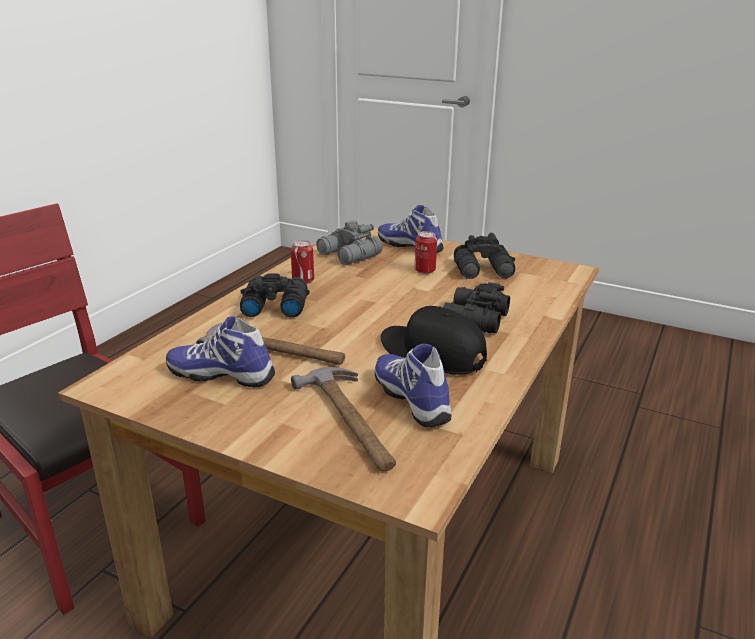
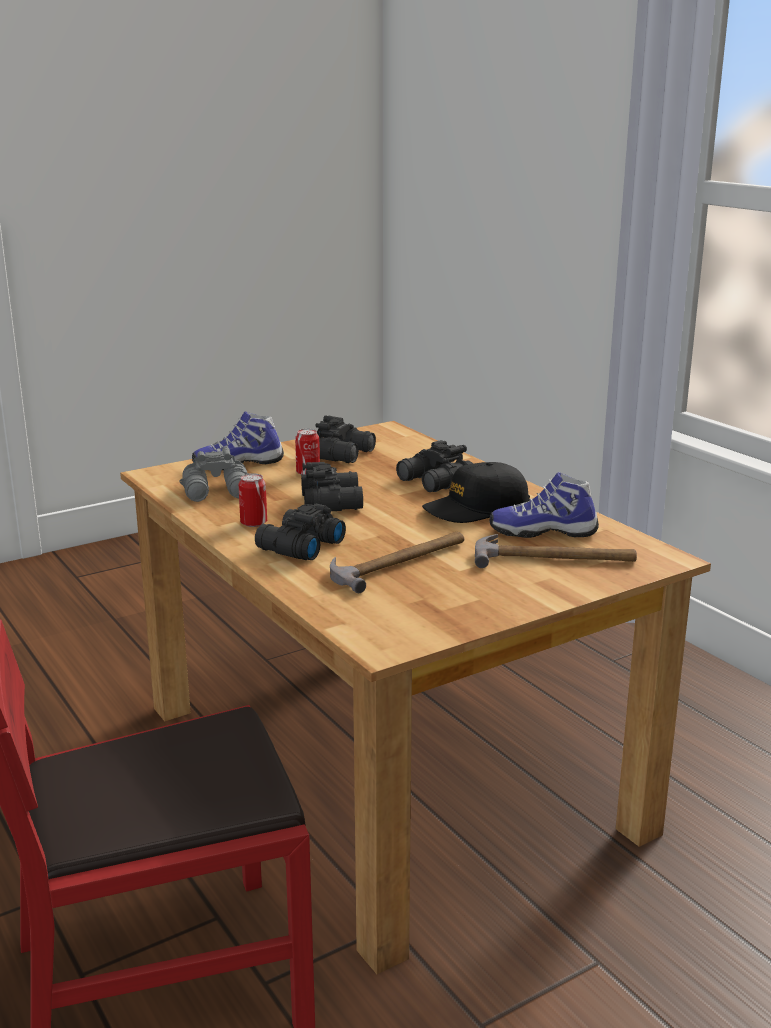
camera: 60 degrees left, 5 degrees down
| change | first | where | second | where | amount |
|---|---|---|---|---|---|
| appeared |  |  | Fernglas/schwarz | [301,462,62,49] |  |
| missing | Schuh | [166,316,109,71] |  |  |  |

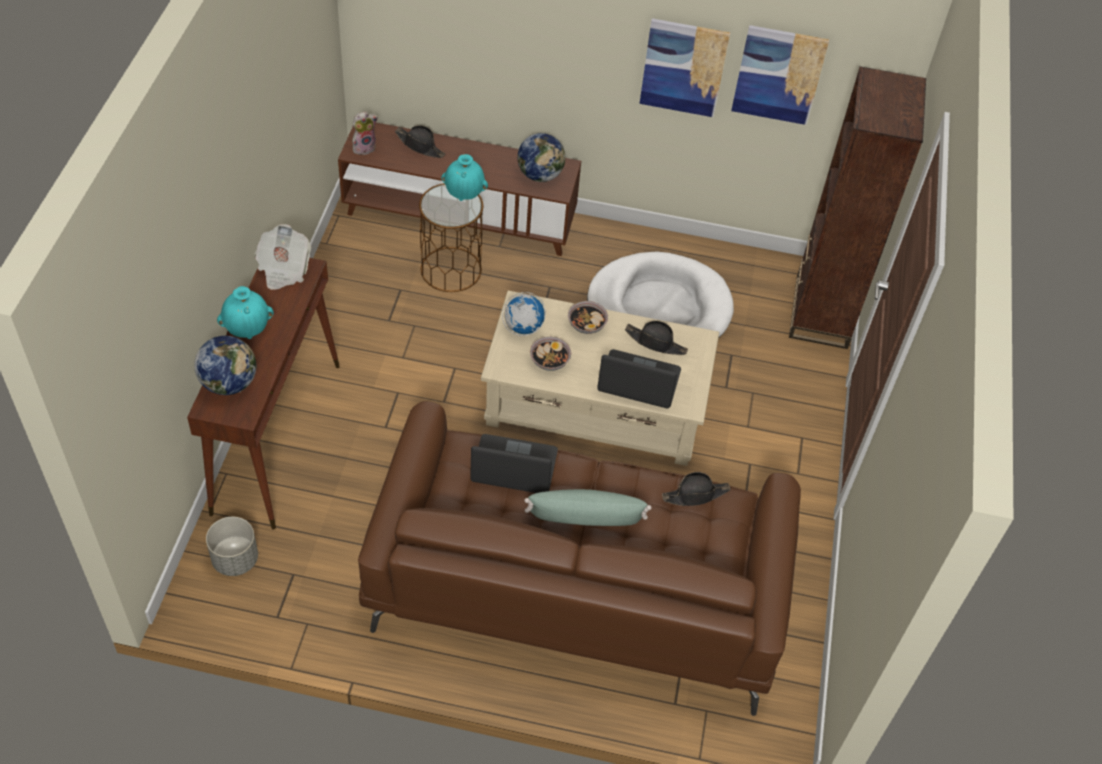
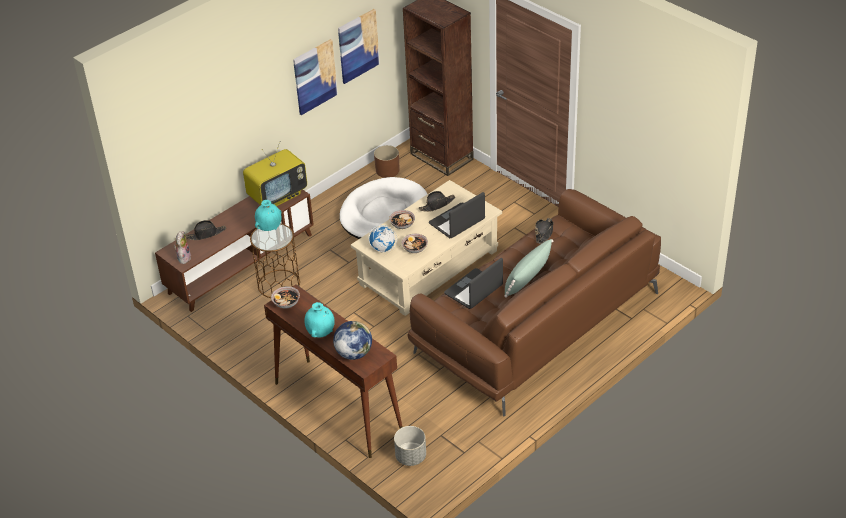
camera: 50 degrees left, 10 degrees down
| change | first | where | second | where | amount |
|---|---|---|---|---|---|
| exchanged | Globus | [517,133,49,49] | Fernseher | [243,141,64,65] |  |
| exchanged | Zeitung | [254,224,57,66] | Schüssel | [271,286,29,23] |  |
| appeared |  |  | Pflanzkübel/braun | [374,145,25,33] |  |

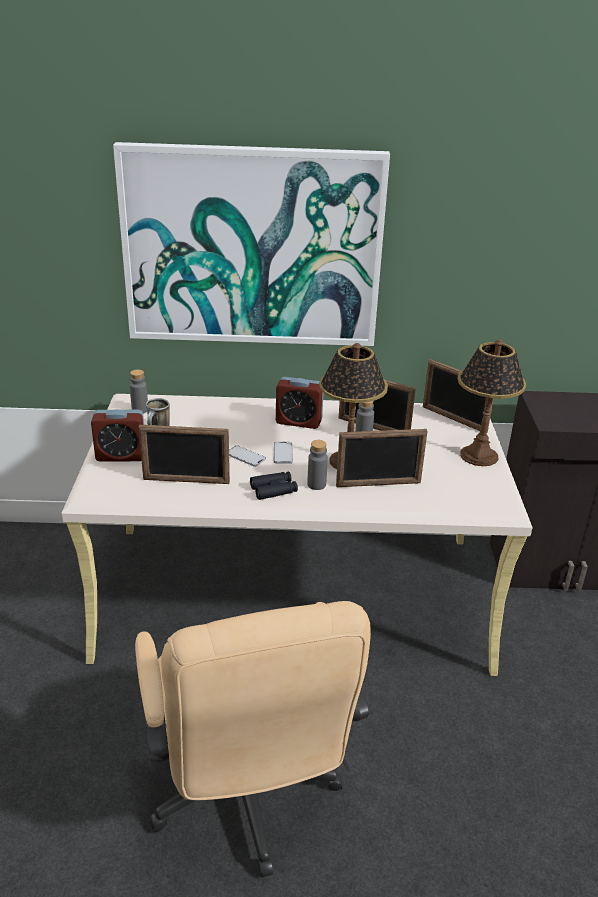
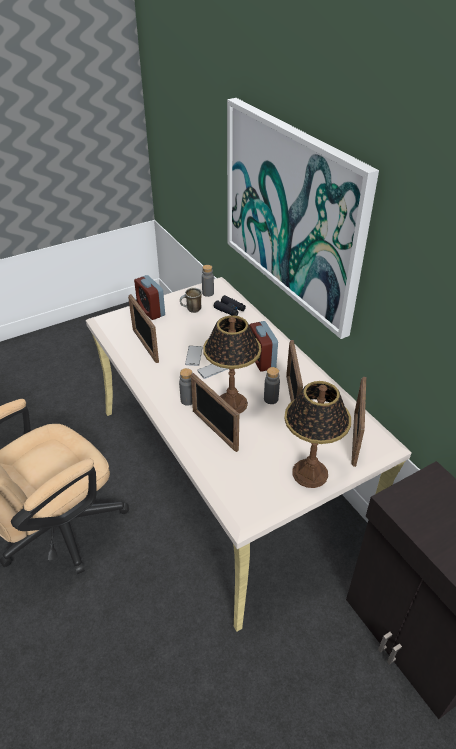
camera: 60 degrees right, 10 degrees up
| change | first | where | second | where | amount |
|---|---|---|---|---|---|
| relocated | Fernglas/schwarz | [250,472,48,28] |  | [214,295,32,21] |  |

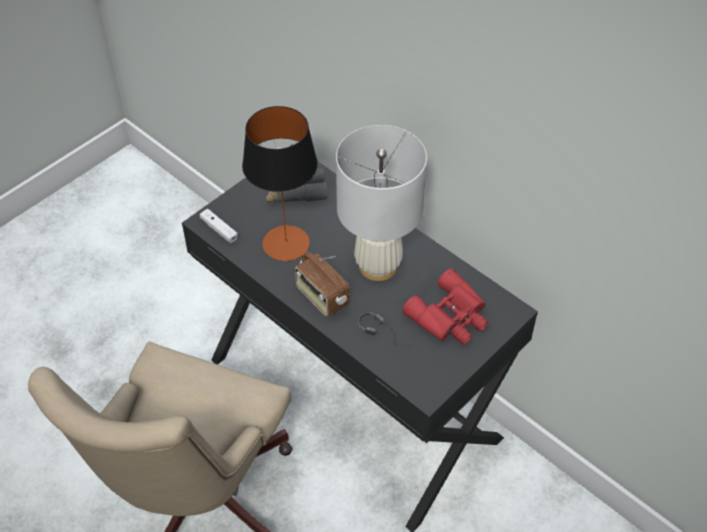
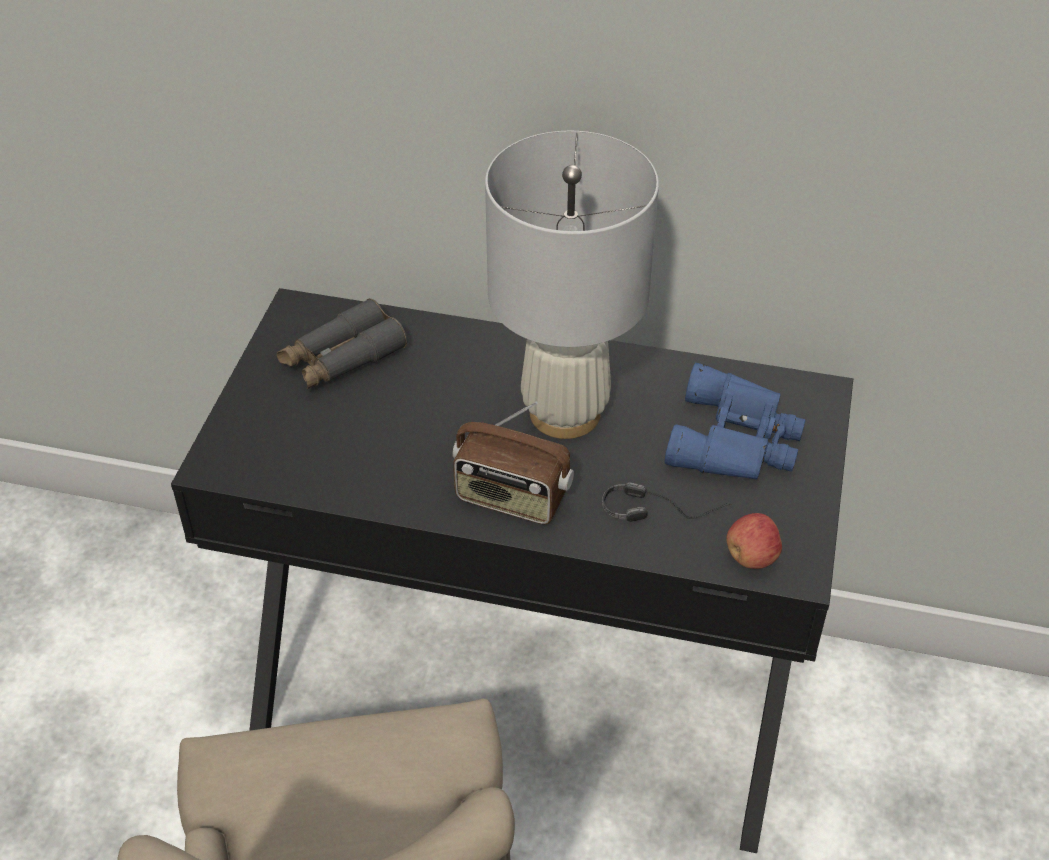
camera: 30 degrees left, 5 degrees down
| change | first | where | second | where | amount |
|---|---|---|---|---|---|
| colour | Fernglas/rot | [402,268,86,77] | Fernglas/blau | [665,363,140,117] |  |
| appeared |  |  | Apfel | [726,513,56,56] |  |
| missing | Gamepad/weiß | [200,209,38,34] |  |  |  |
| missing | Tischlampe | [242,106,76,155] |  |  |  |

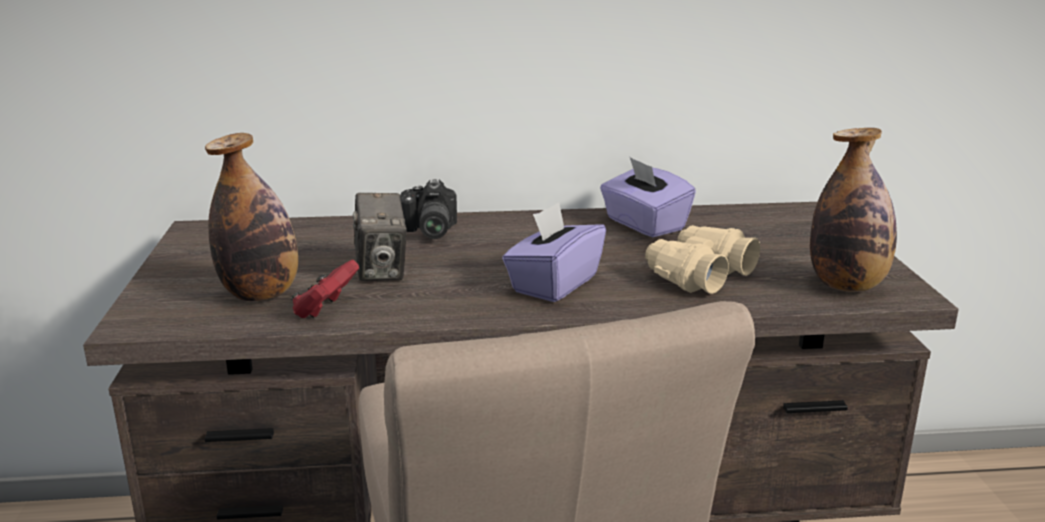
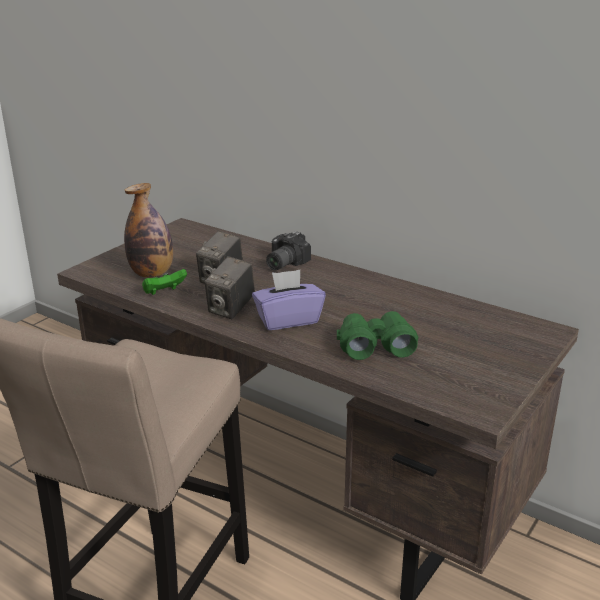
camera: 40 degrees right, 5 degrees up
| change | first | where | second | where | amount |
|---|---|---|---|---|---|
| colour | Gamepad/rot | [291,260,68,58] | Gamepad/grün | [142,269,45,26] |  |
| appeared |  |  | Kamera | [205,256,50,63] |  |
| colour | Fernglas/beige | [645,225,115,69] | Fernglas/grün | [337,311,81,49] |  |
| missing | Taschentuchbox/lila | [600,157,96,80] |  |  |  |
| missing | Flasche | [810,128,87,164] |  |  |  |

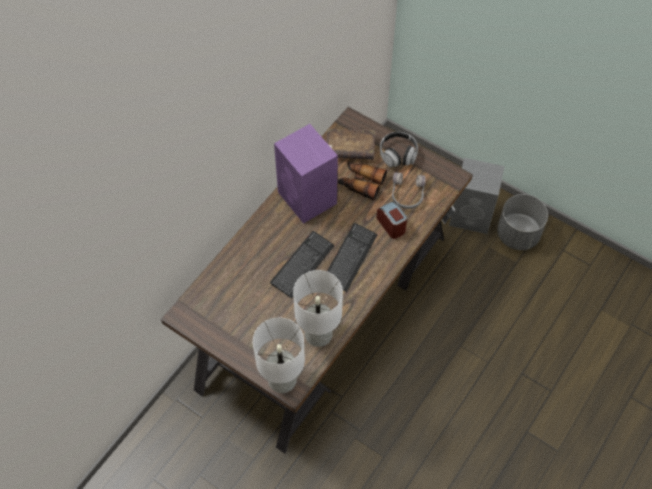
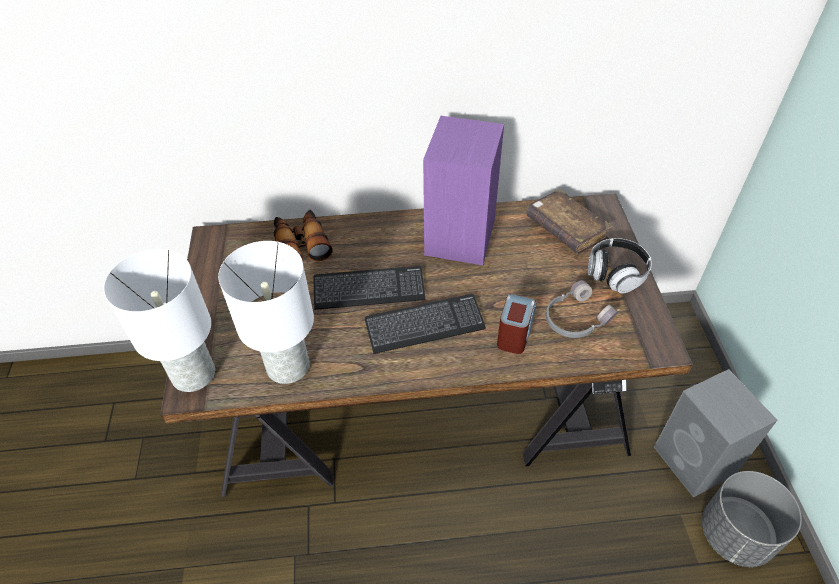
camera: 50 degrees right, 10 degrees down
| change | first | where | second | where | amount |
|---|---|---|---|---|---|
| relocated | Fernglas | [338,162,49,39] |  | [274,210,59,51] |  |

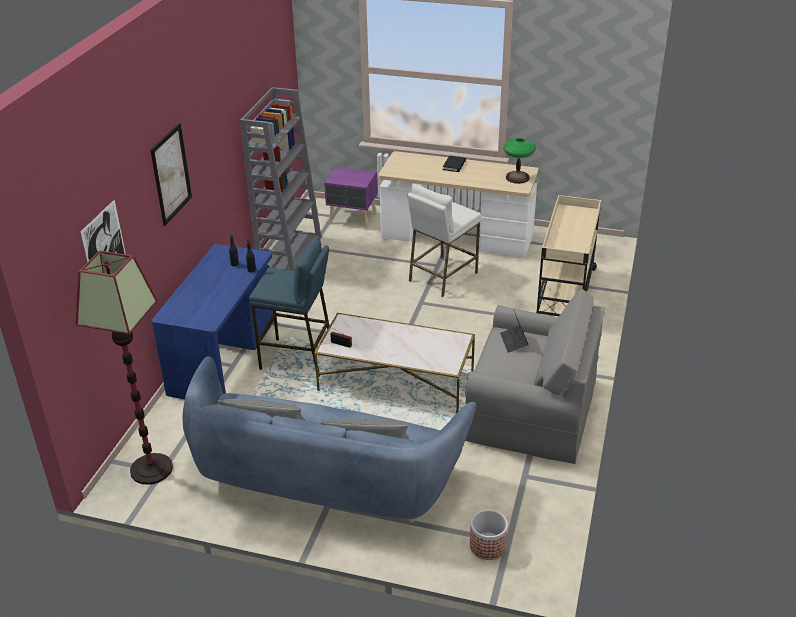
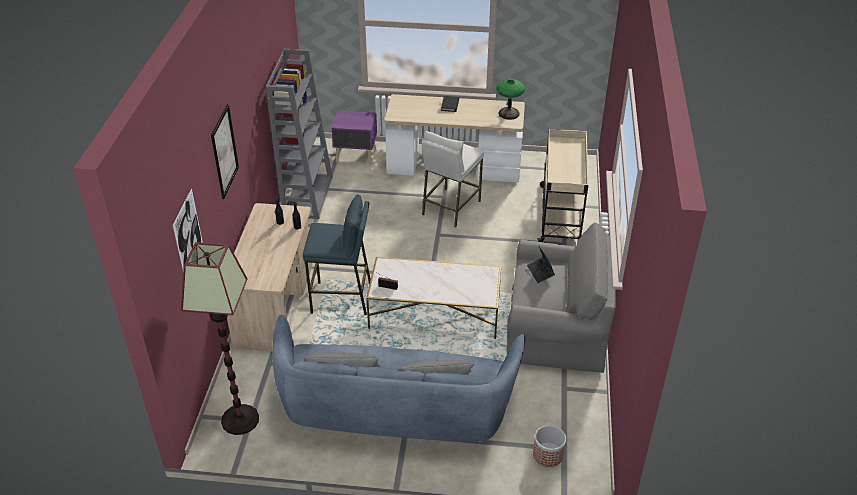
camera: 10 degrees left, 5 degrees up
| change | first | where | second | where | amount |
|---|---|---|---|---|---|
| colour | Schreibtisch/blau | [151,244,123,155] | Schreibtisch/beige | [227,203,86,149] |  |

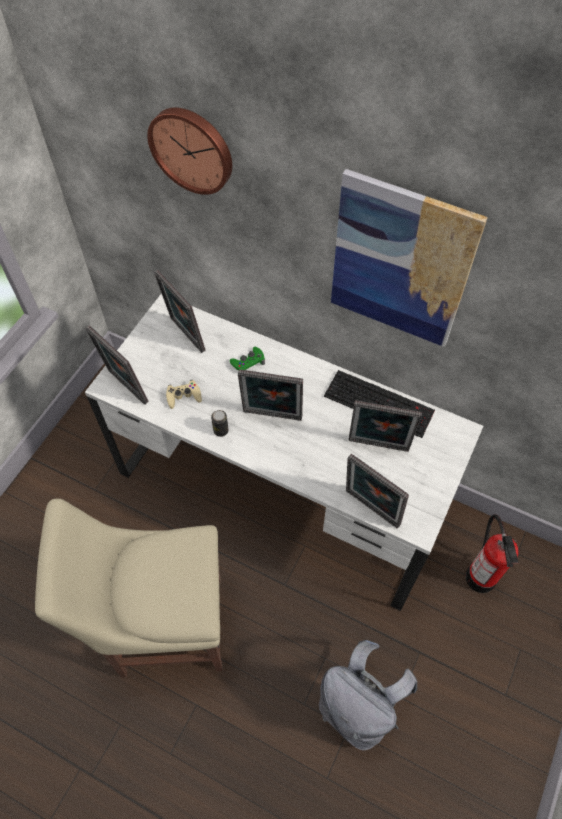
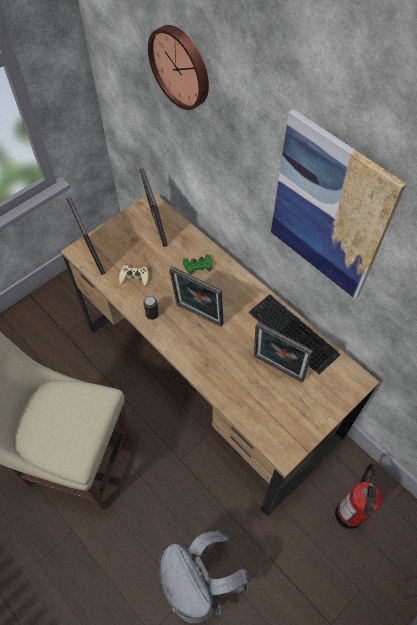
camera: 20 degrees right, 0 degrees up
| change | first | where | second | where | amount |
|---|---|---|---|---|---|
| colour | Schreibtisch/weiß | [85,294,398,317] | Schreibtisch/braun | [61,191,318,326] |  |
| missing | Bilderrahmen | [346,454,63,75] |  |  |  |

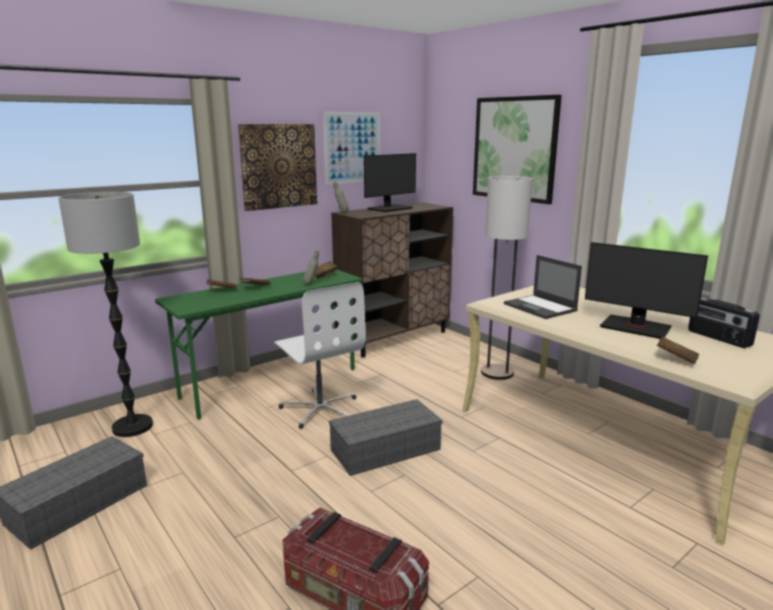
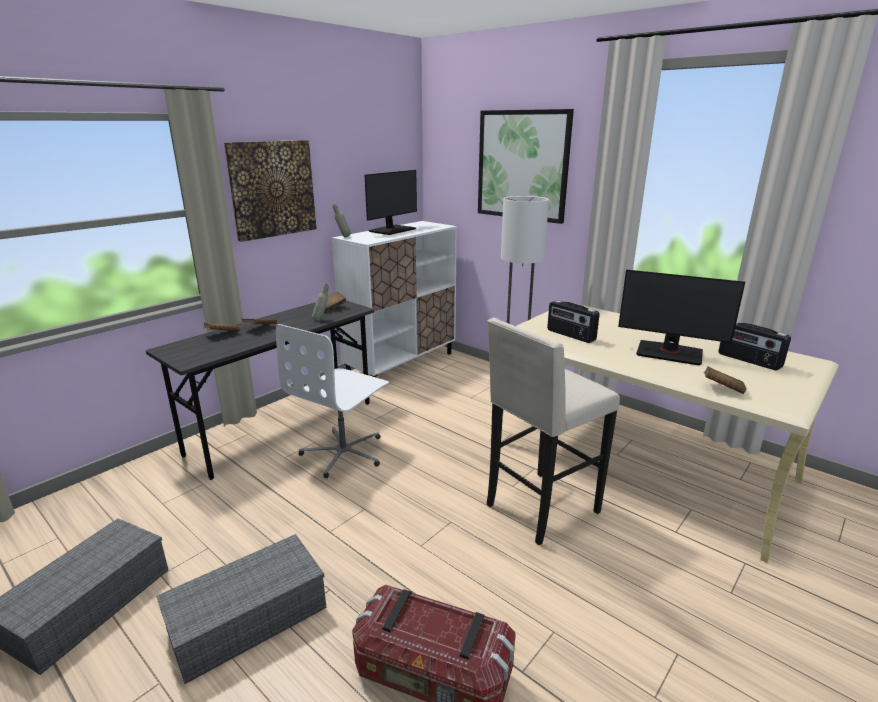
camera: 10 degrees left, 5 degrees up
| change | first | where | second | where | amount |
|---|---|---|---|---|---|
| colour | Schreibtisch/grün | [155,270,207,150] | Schreibtisch/grau | [146,301,228,179] |  |
| relocated | Aufbewahrungsbox/grau | [329,399,114,77] |  | [156,534,170,150] |  |
| spun | Bürostuhl/weiß | [274,282,92,147] |  | [276,324,113,154] | 75 degrees clockwise |
| colour | Schrank/braun | [331,202,122,156] | Schrank/weiß | [332,221,125,157] |  |
| appeared |  |  | Hocker/beige | [487,318,133,227] |  |
| exchanged | Laptop | [504,255,78,64] | Radio | [547,300,53,43] |  |
| missing | Stehlampe | [58,192,95,245] |  |  |  |
| missing | Bild | [323,112,57,73] |  |  |  |

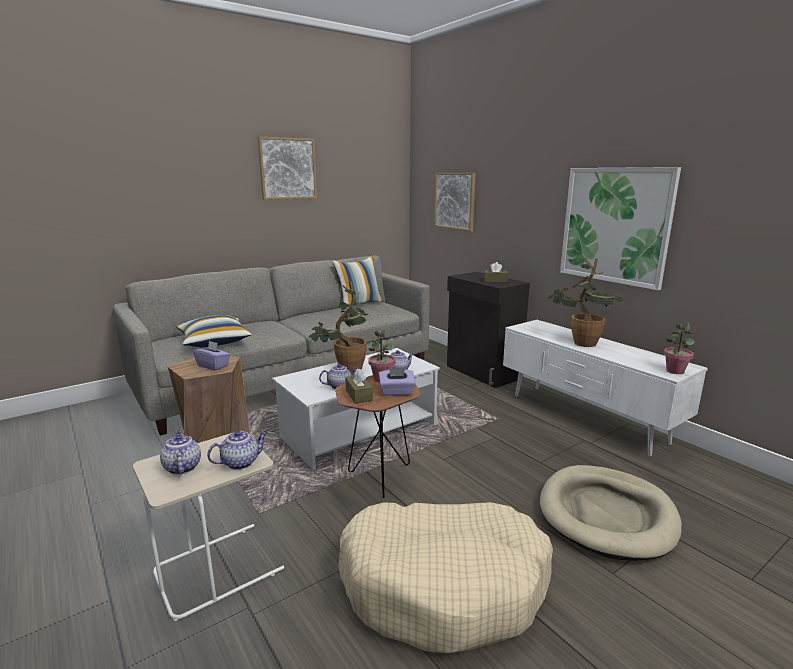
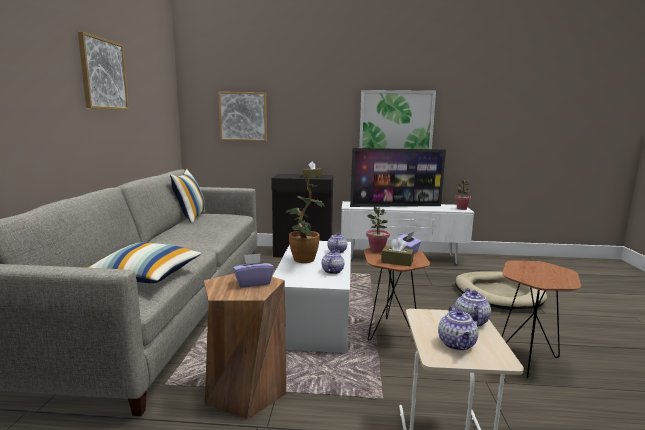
camera: 50 degrees left, 5 degrees down
| change | first | where | second | where | amount |
|---|---|---|---|---|---|
| exchanged | Topfpflanze | [547,259,76,88] | Fernseher | [350,148,96,59] |  |
| spun | Teekanne | [160,430,41,44] |  | [438,306,40,45] | 105 degrees counterclockwise |
| exchanged | Hundebett/beige | [339,502,214,151] | Beistelltisch/braun | [502,261,79,117] |  |

